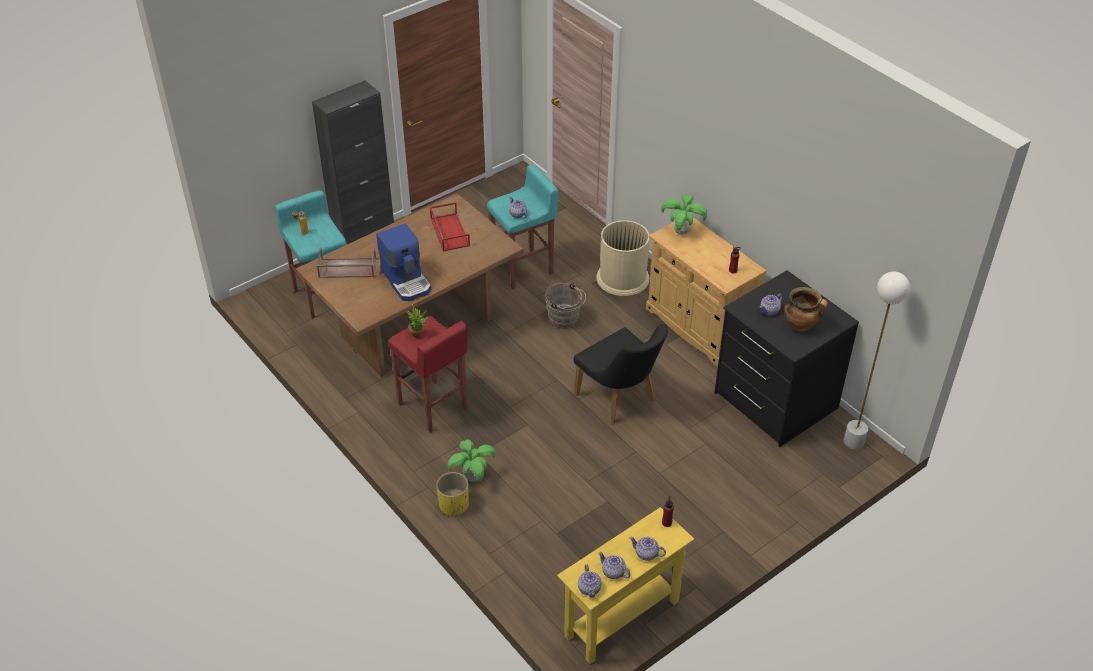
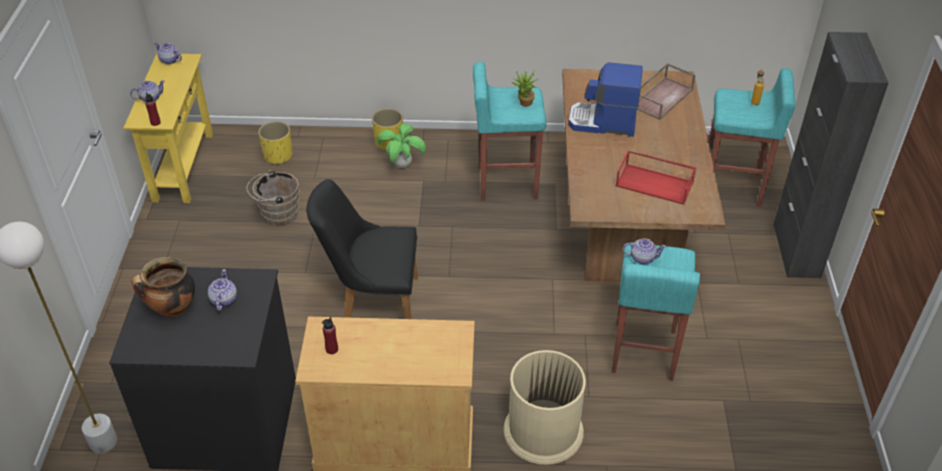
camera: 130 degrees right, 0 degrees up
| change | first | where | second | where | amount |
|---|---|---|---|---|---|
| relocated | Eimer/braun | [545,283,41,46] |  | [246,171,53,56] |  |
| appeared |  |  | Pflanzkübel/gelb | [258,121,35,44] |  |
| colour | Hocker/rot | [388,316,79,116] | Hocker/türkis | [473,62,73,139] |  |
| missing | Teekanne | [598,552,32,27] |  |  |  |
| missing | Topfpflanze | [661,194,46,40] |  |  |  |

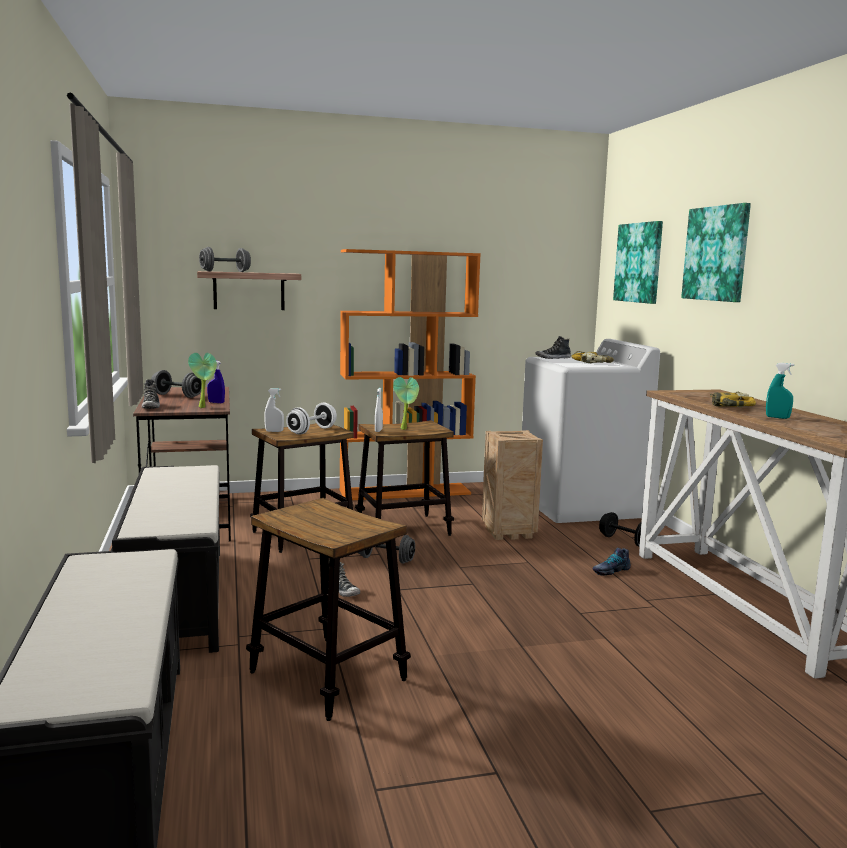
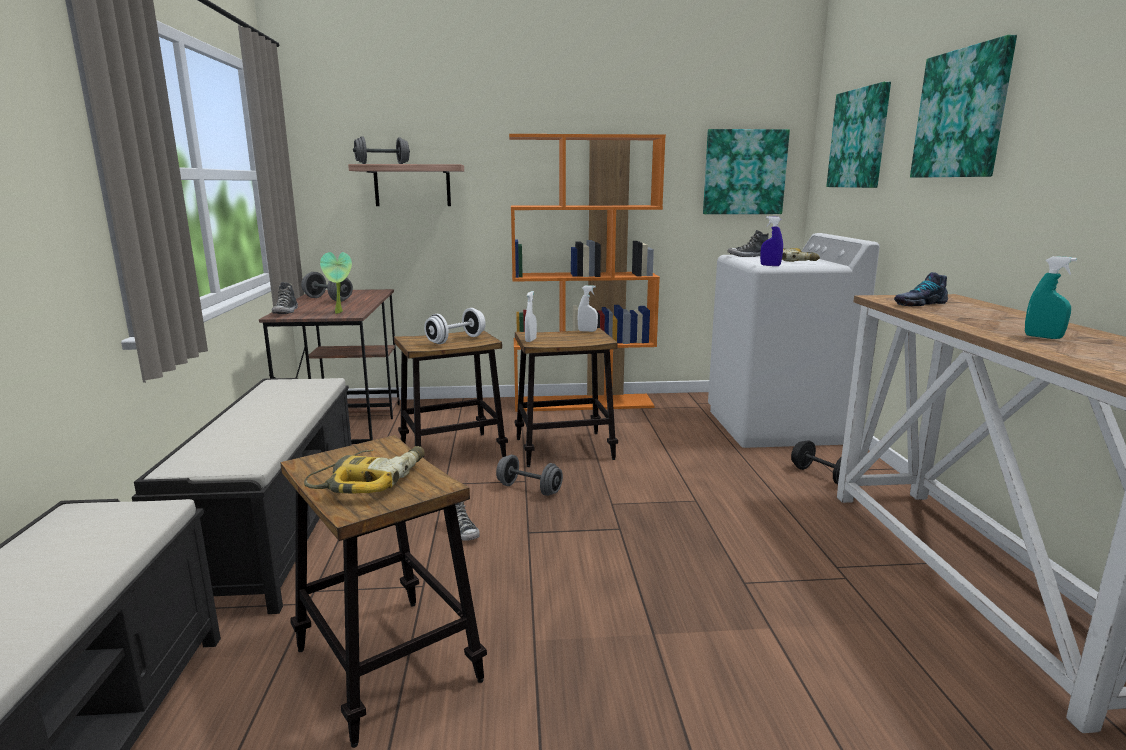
camera: 10 degrees right, 5 degrees up
| change | first | where | second | where | amount |
|---|---|---|---|---|---|
| relocated | Bohrmaschine | [710,392,46,15] |  | [304,446,120,48] |  |
| relocated | Sprühflasche/weiß | [264,388,20,44] |  | [578,285,20,47] |  |
| appeared |  |  | Bild | [703,129,87,85] |  |
| relocated | Sprühflasche/blau | [207,361,18,42] |  | [760,216,23,50] |  |
| relocated | Schuh | [593,548,38,28] |  | [894,272,54,34] |  |
| missing | Topfpflanze | [393,377,26,53] |  |  |  |
| missing | Kiste | [482,430,61,110] |  |  |  |

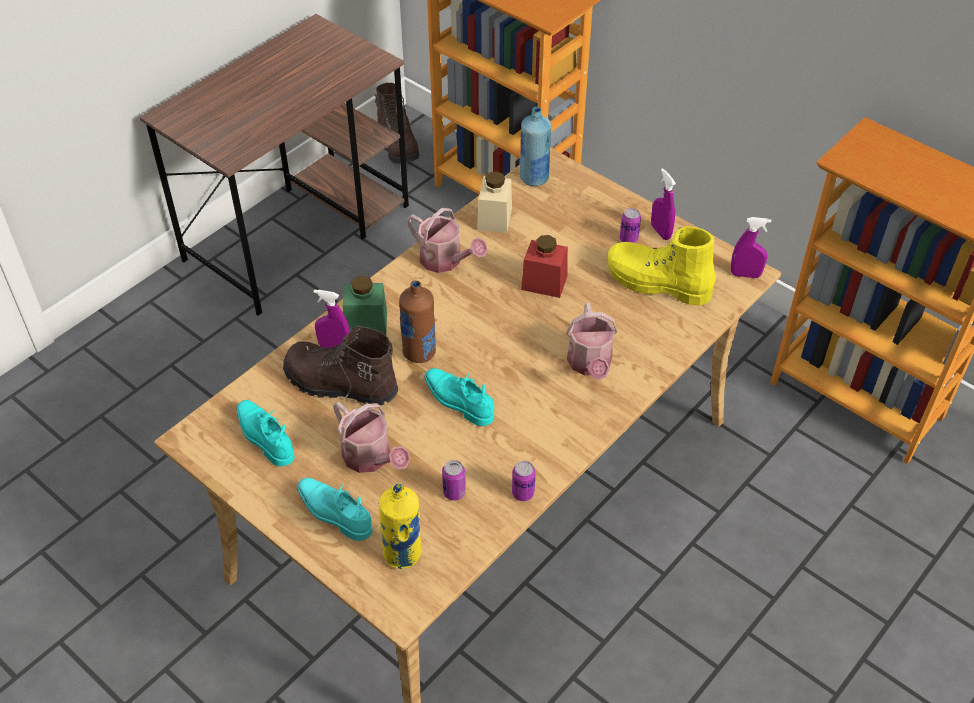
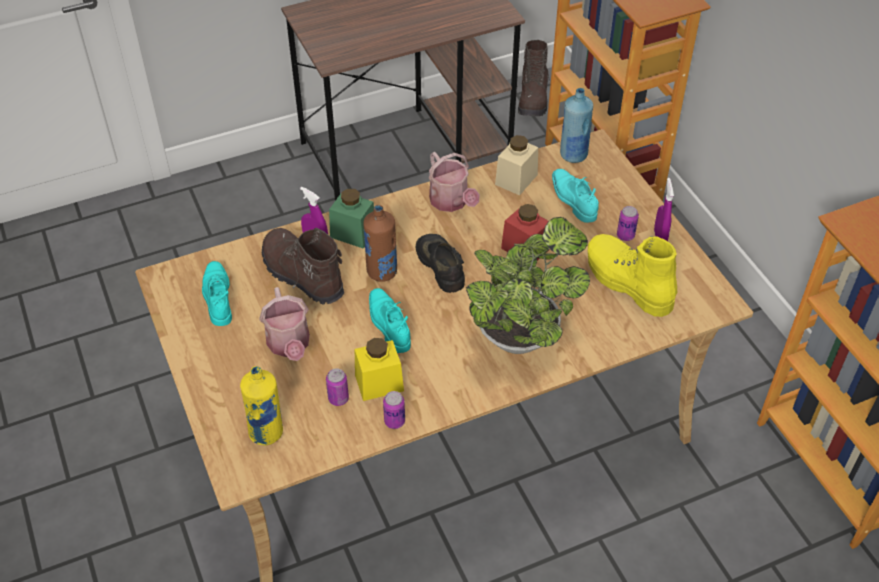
camera: 25 degrees right, 0 degrees up
| change | first | where | second | where | amount |
|---|---|---|---|---|---|
| appeared |  |  | Vorratsglas/gelb | [355,338,49,63] |  |
| appeared |  |  | Schuh/schwarz | [416,234,49,59] |  |
| exchanged | Gießkanne | [566,303,52,77] | Topfpflanze | [466,217,124,137] |  |
| relocated | Schuh/türkis | [297,478,76,63] |  | [552,169,47,54] |  |
| missing | Sprühflasche/lila | [731,217,40,61] |  |  |  |

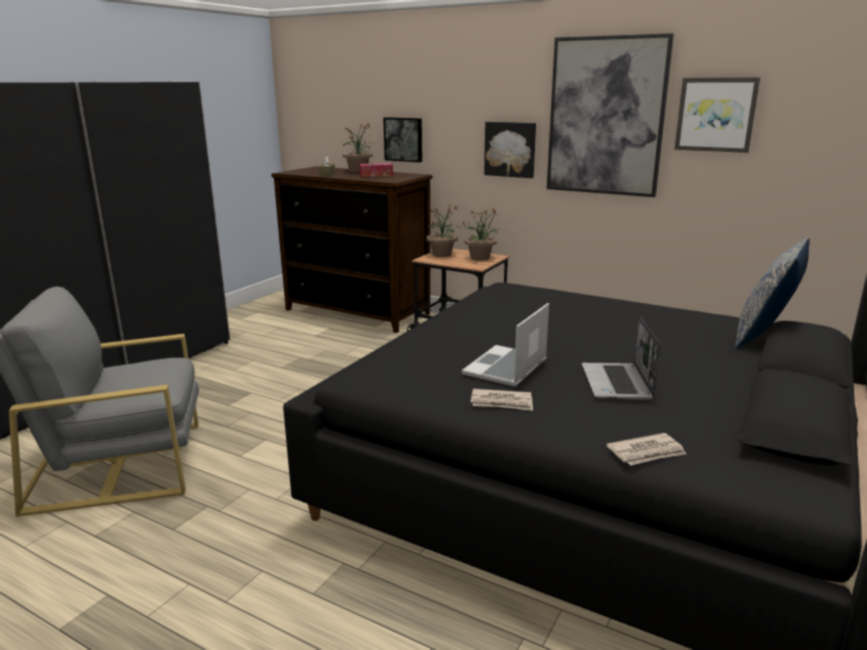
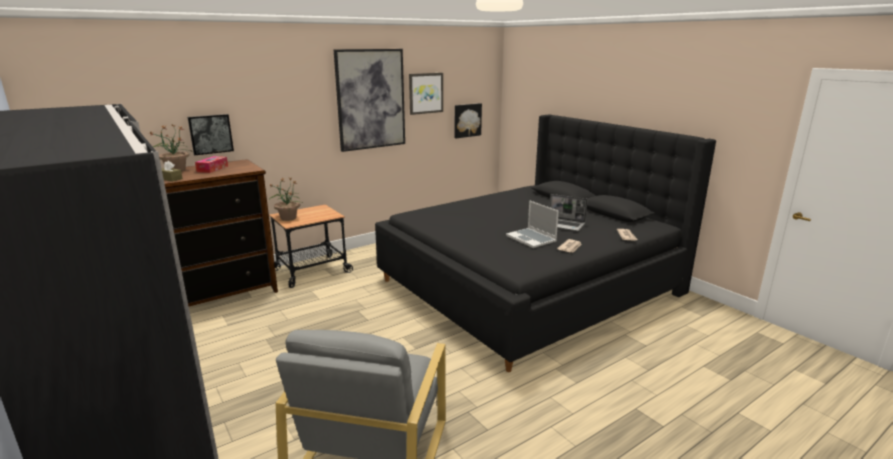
camera: 65 degrees left, 0 degrees up
| change | first | where | second | where | amount |
|---|---|---|---|---|---|
| relocated | Bild | [484,122,52,56] |  | [455,103,27,35] |  |
| missing | Topfpflanze | [462,208,37,52] |  |  |  |
| missing | Kissen | [735,238,75,111] |  |  |  |

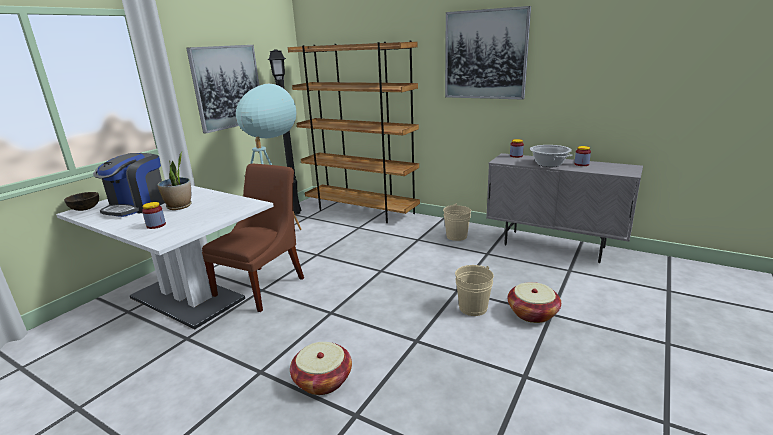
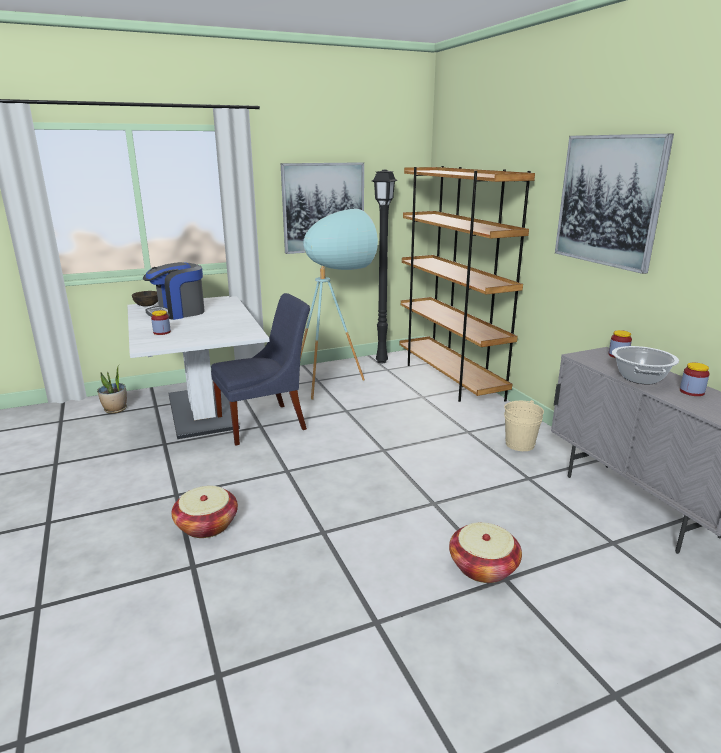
camera: 35 degrees right, 0 degrees up
| change | first | where | second | where | amount |
|---|---|---|---|---|---|
| relocated | Topfpflanze | [157,151,35,59] |  | [97,365,30,49] |  |
| colour | Stuhl/braun | [202,163,102,149] | Stuhl/blau | [211,293,99,152] |  |
| missing | Eimer/beige | [455,265,39,51] |  |  |  |

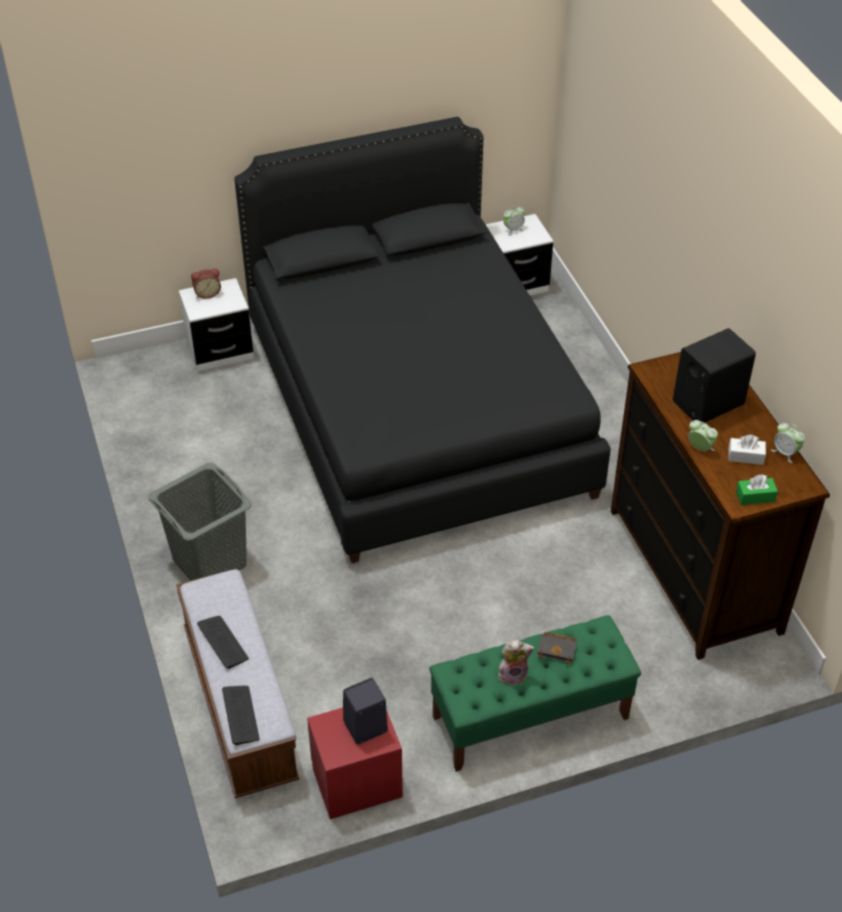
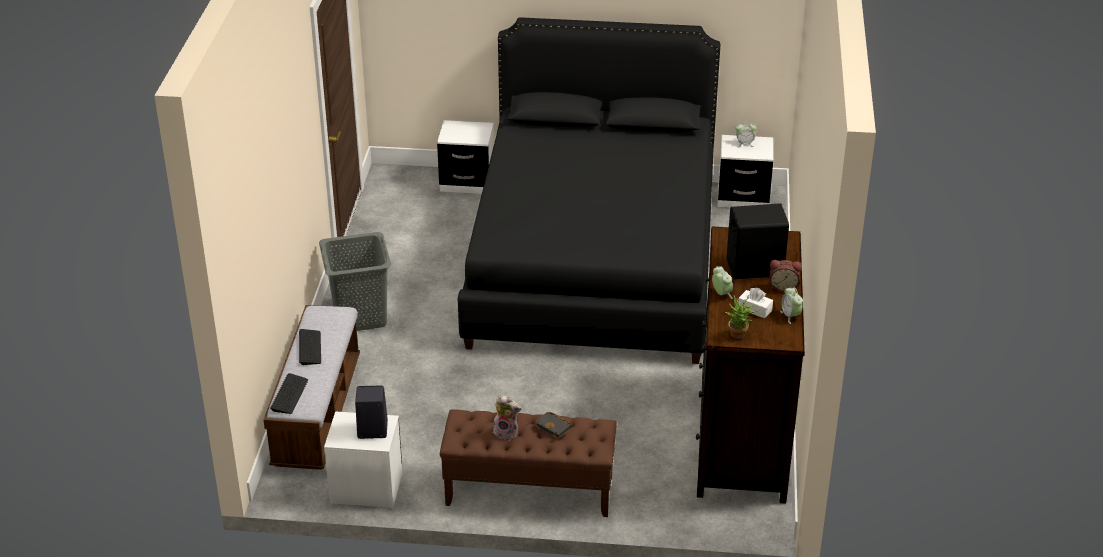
camera: 25 degrees right, 10 degrees down
| change | first | where | second | where | amount |
|---|---|---|---|---|---|
| colour | Nachttisch/rot | [307,708,96,111] | Nachttisch/weiß | [324,411,78,97] |  |
| colour | Bank/grün | [429,615,212,157] | Bank/braun | [440,409,177,108] |  |
| exchanged | Taschentuchbox/grün | [736,474,42,31] | Topfpflanze | [725,295,34,44] |  |
| relocated | Wecker | [191,268,30,31] |  | [770,260,32,32] |  |

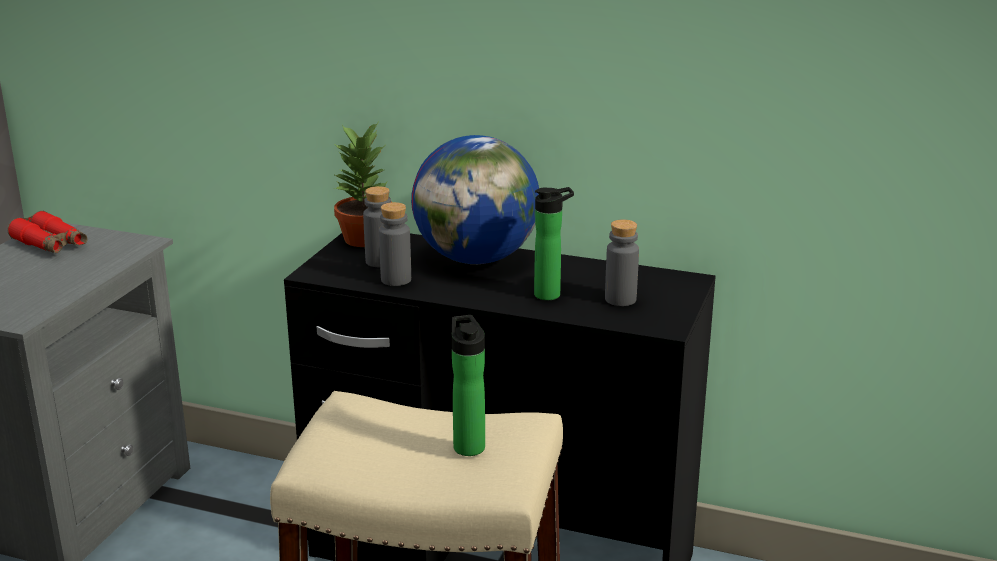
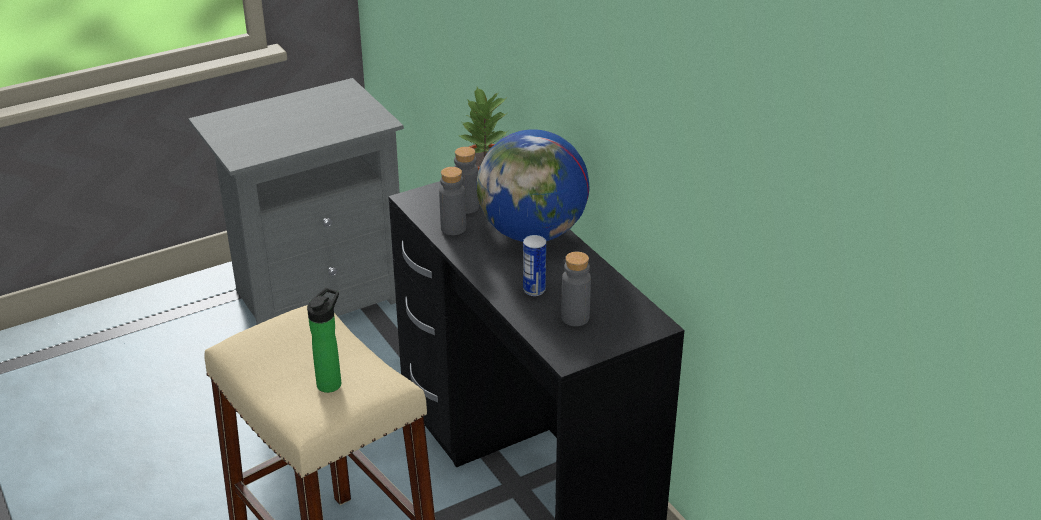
camera: 40 degrees right, 10 degrees up
| change | first | where | second | where | amount |
|---|---|---|---|---|---|
| exchanged | Flasche | [534,187,40,113] | Dose | [523,235,23,61] |  |
| missing | Fernglas/rot | [8,211,80,42] |  |  |  |

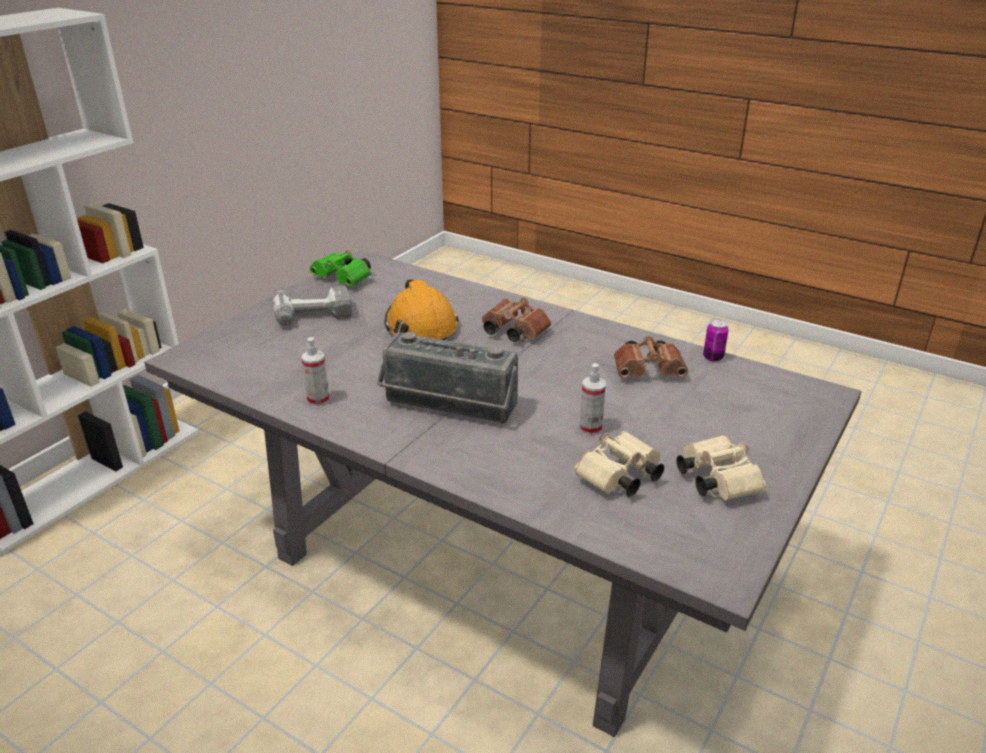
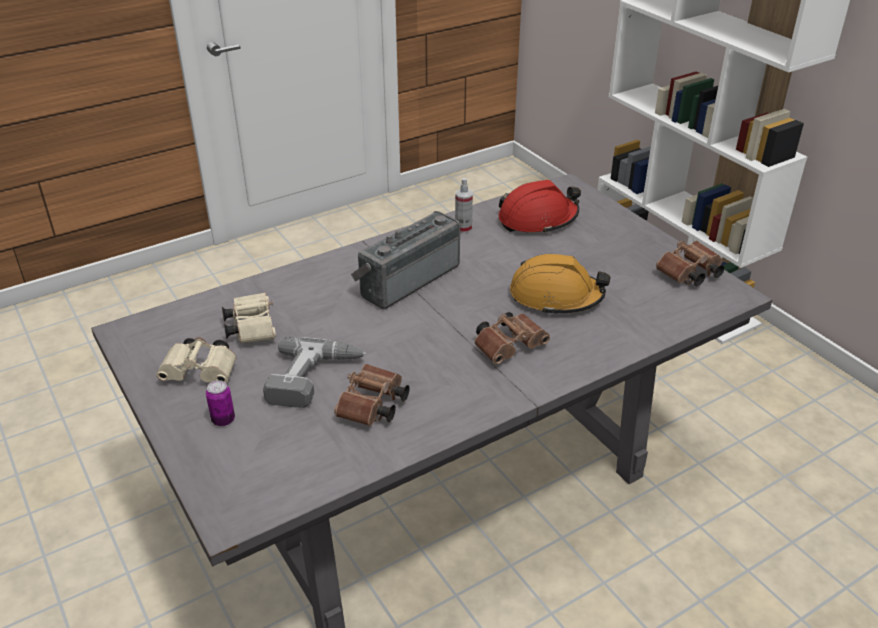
camera: 115 degrees right, 5 degrees up
| change | first | where | second | where | amount |
|---|---|---|---|---|---|
| relocated | Dose | [703,319,26,42] |  | [206,380,29,46] |  |
| relocated | Bohrmaschine | [273,286,79,40] |  | [263,337,103,71] |  |
| appeared |  |  | Schutzhelm/rot | [499,180,82,54] |  |
| colour | Fernglas/grün | [310,250,61,36] | Fernglas/braun | [656,241,69,45] |  |
| missing | Sprühflasche | [579,363,27,72] |  |  |  |

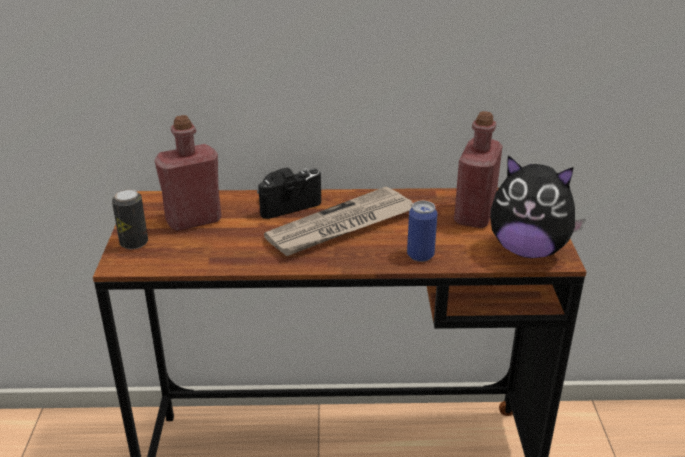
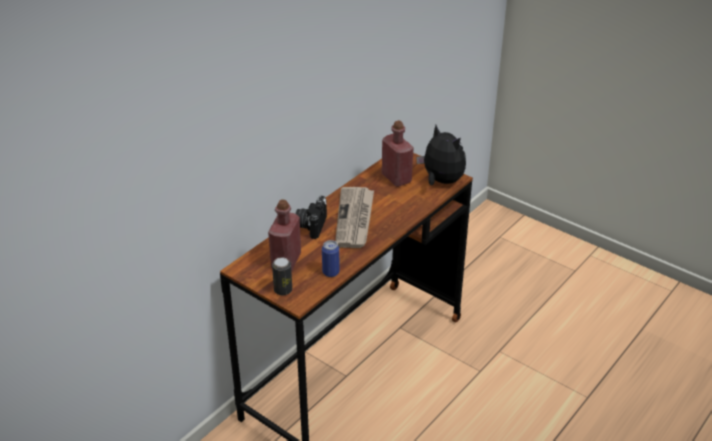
camera: 50 degrees left, 5 degrees up
| change | first | where | second | where | amount |
|---|---|---|---|---|---|
| relocated | Dose | [407,201,31,61] |  | [322,240,18,37] |  |
| spun | Plüschtier | [490,155,96,103] |  | [416,125,50,60] | 105 degrees counterclockwise |

